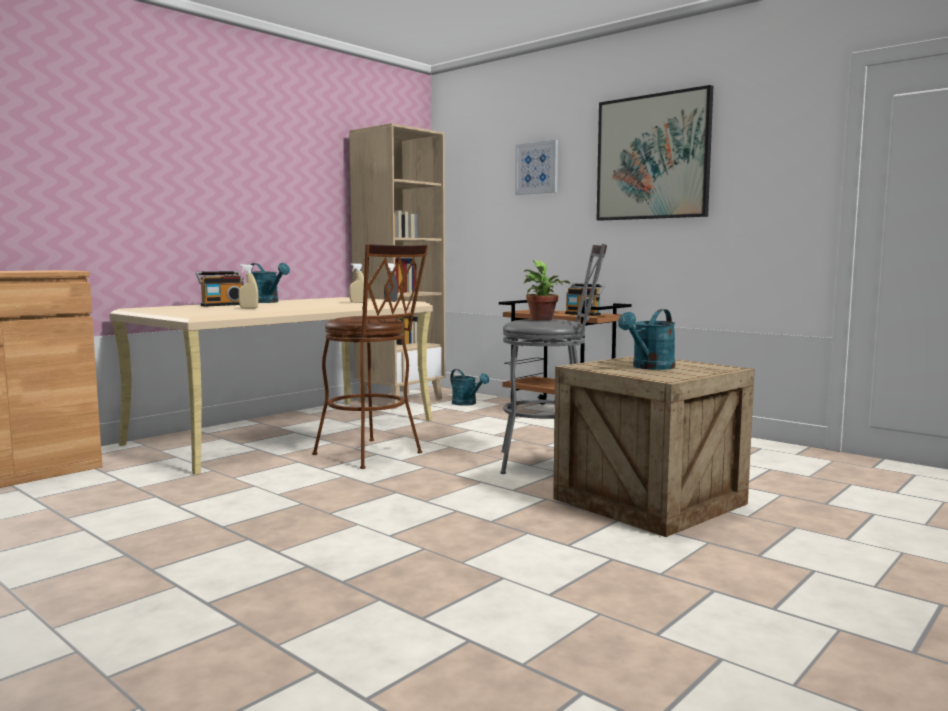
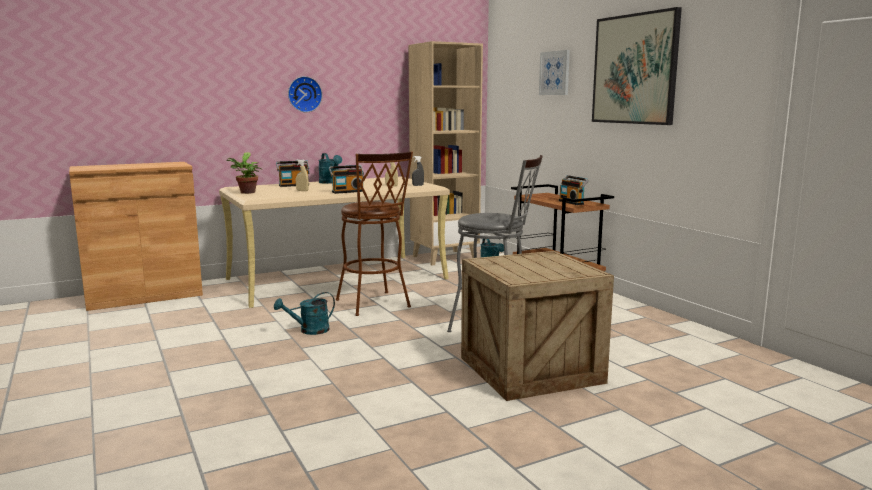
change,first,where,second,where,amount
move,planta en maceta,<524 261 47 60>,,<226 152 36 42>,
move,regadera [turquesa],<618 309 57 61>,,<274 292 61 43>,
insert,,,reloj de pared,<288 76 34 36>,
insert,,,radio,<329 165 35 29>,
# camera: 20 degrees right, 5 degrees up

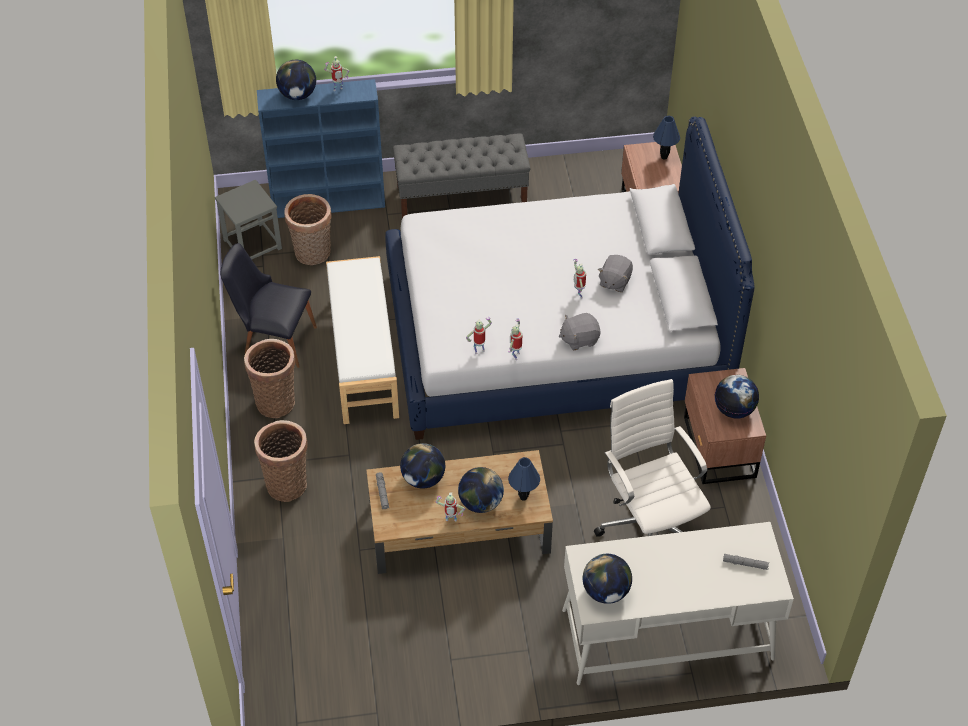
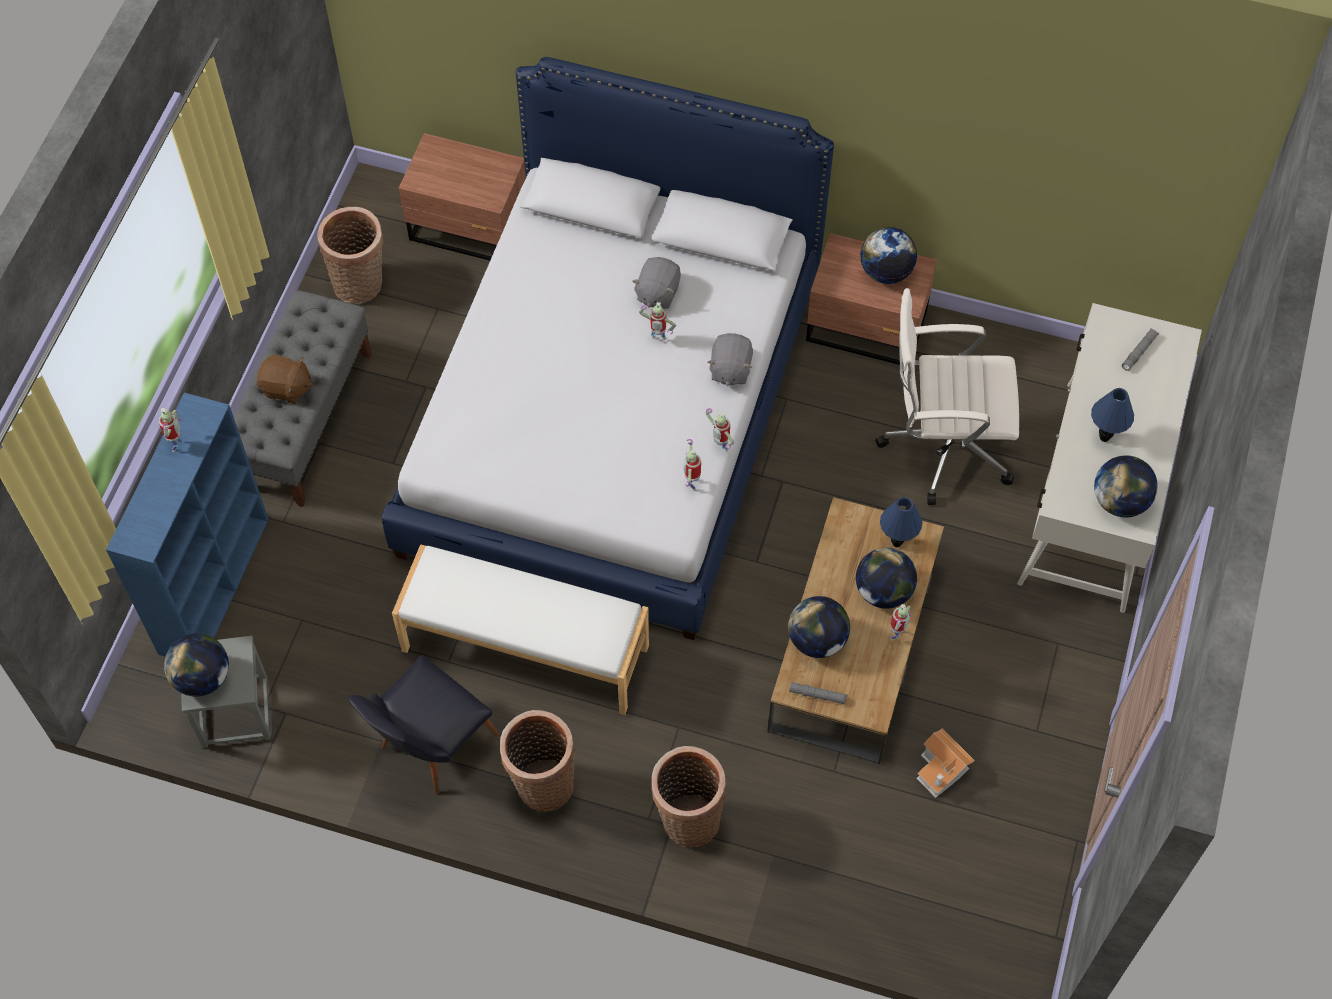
change,first,where,second,where,amount
move,globo terráqueo,<276 60 40 40>,,<164 633 65 64>,
move,lámpara de mesa [azul],<653 116 27 43>,,<1091 388 43 54>,
move,cesta,<284 194 47 71>,,<317 207 66 97>,
rotate,peluche [gris],<598 255 35 37>,,<632 257 49 52>,60 degrees clockwise
insert,,,peluche [marrón],<257 355 56 49>,
insert,,,casita,<916 728 59 70>,
# camera: 65 degrees left, 10 degrees up

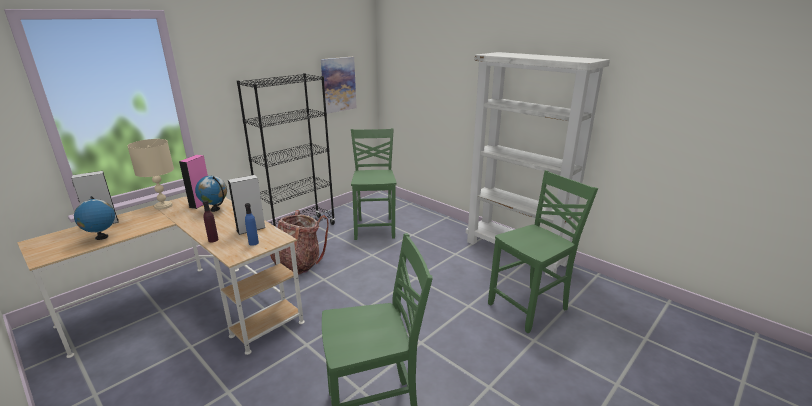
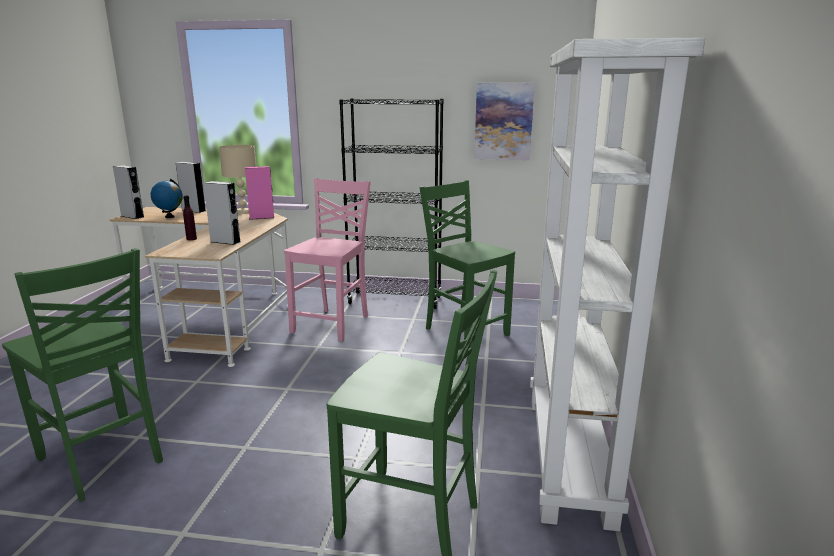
change,first,where,second,where,amount
rotate,silla [verde],<351 128 46 112>,,<419 180 96 168>,90 degrees counterclockwise
delete,globo terráqueo,<195 176 32 36>,,,
delete,botella [azul],<245 203 14 43>,,,
replace,mochila,<270 210 59 65>,silla [rosa],<284 178 87 164>,
insert,,,altavoz [gris],<113 165 31 54>,
# camera: 55 degrees right, 5 degrees down

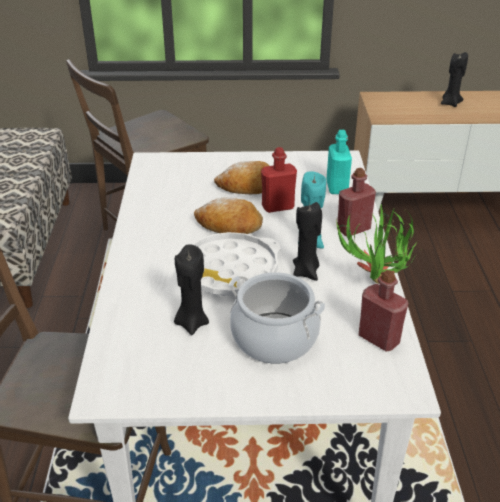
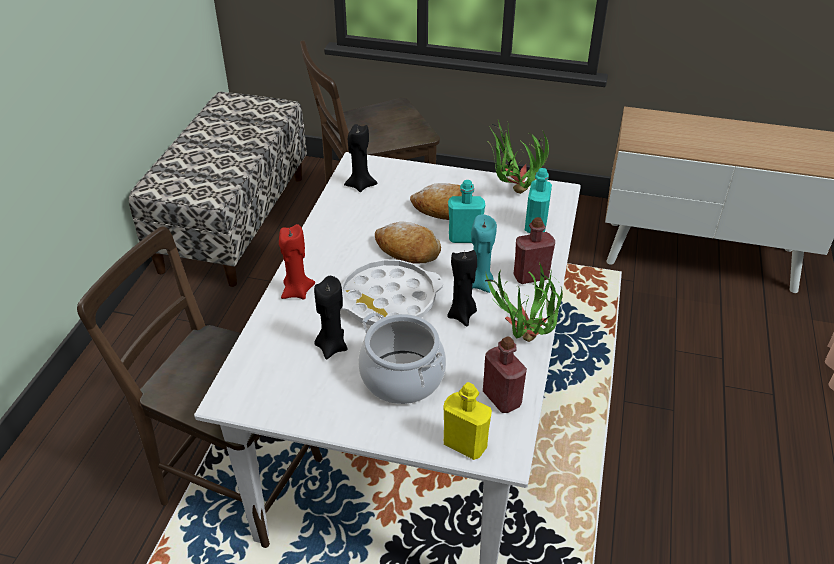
change,first,where,second,where,amount
move,vela [negro],<441 52 27 55>,,<344 124 33 68>,
recolor,botella [rojo],<261 147 36 66>,botella [turquesa],<448 180 37 63>,
insert,,,planta en maceta,<487 120 62 74>,
insert,,,vela [rojo],<279 224 36 75>,
insert,,,botella [amarillo],<444 382 48 78>,
# camera: 15 degrees right, 5 degrees up

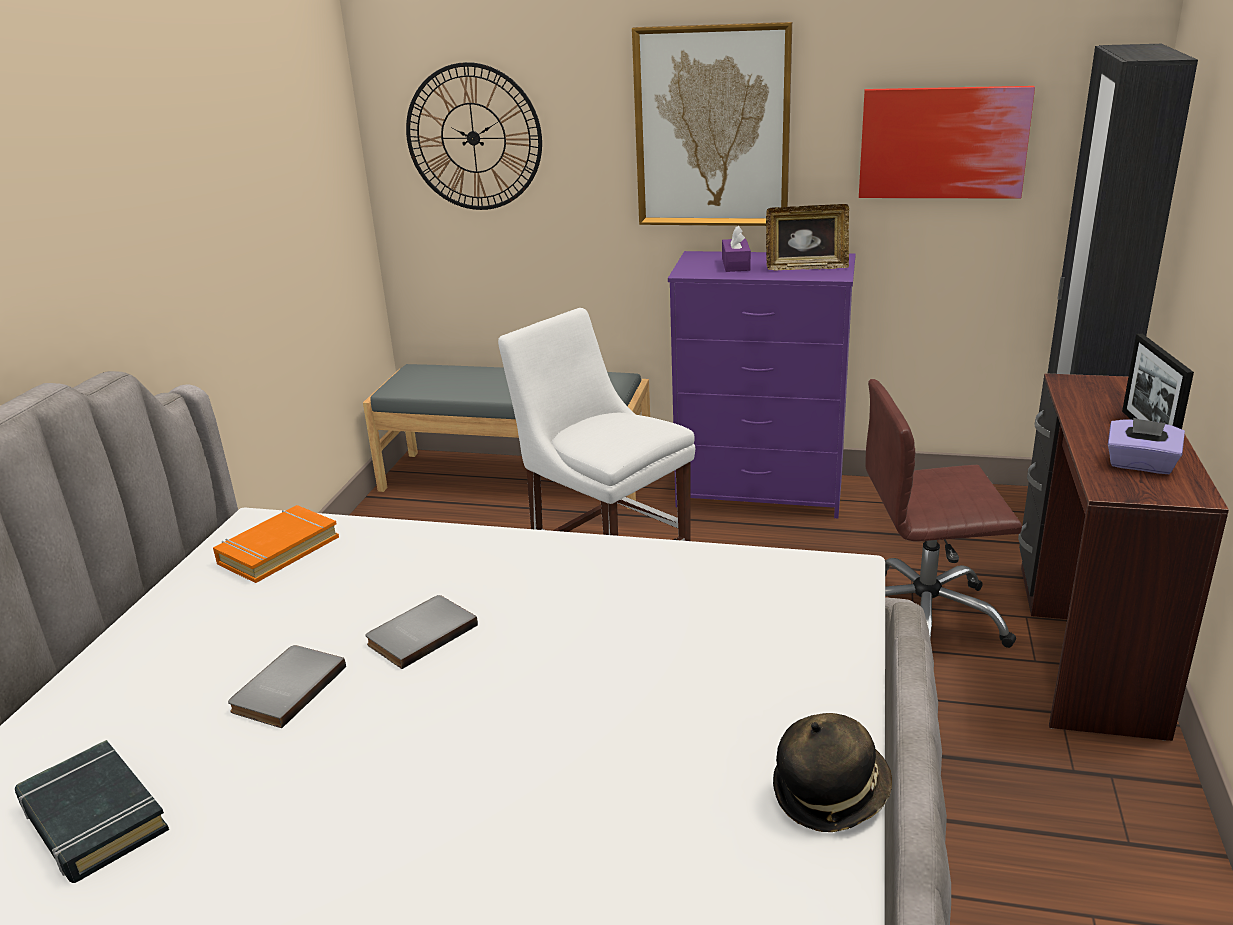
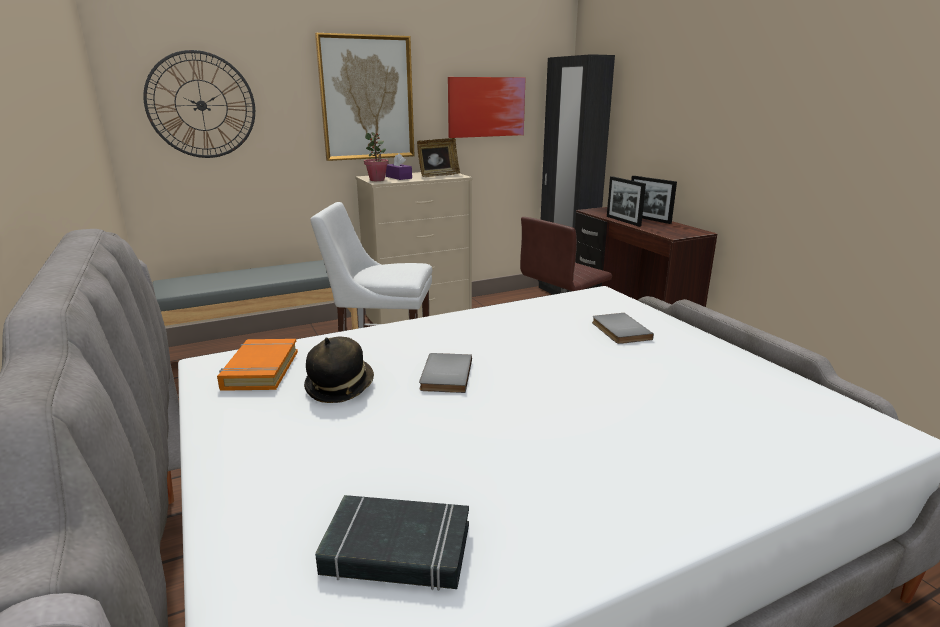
change,first,where,second,where,amount
recolor,cómoda [morado],<668 251 188 267>,cómoda [beis],<355 172 118 152>,
delete,caja de pañuelos [morado],<1108 418 77 56>,,,
move,libro [gris],<228 645 118 83>,,<592 313 62 31>,
move,sombrero,<773 713 119 119>,,<304 336 70 67>,
insert,,,planta en maceta,<364 132 25 49>,
insert,,,portarretratos,<607 176 39 51>,
# camera: 40 degrees left, 5 degrees down

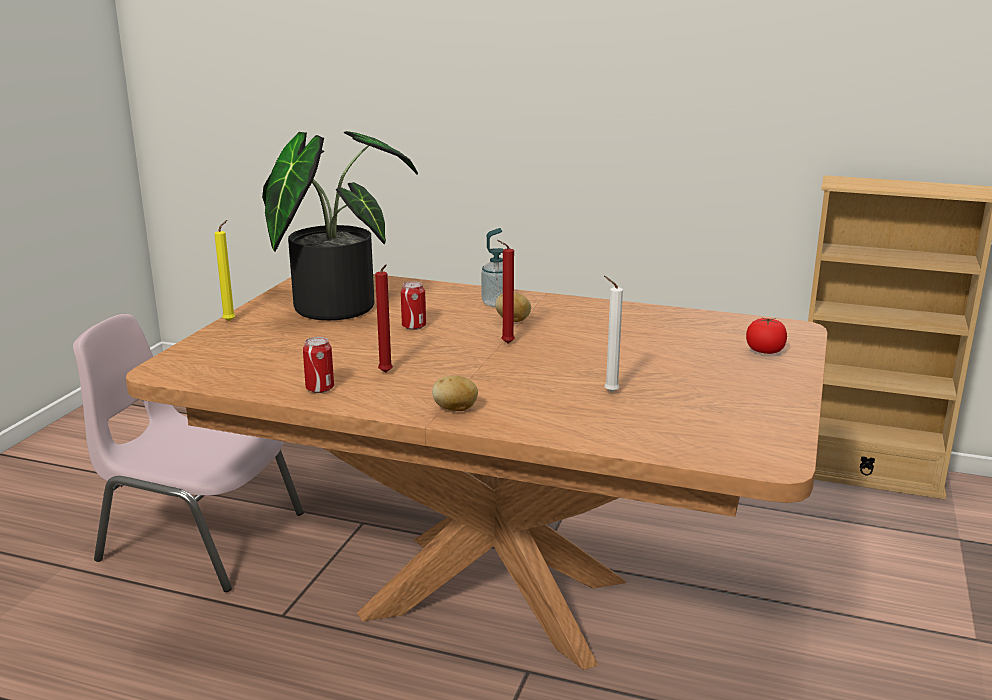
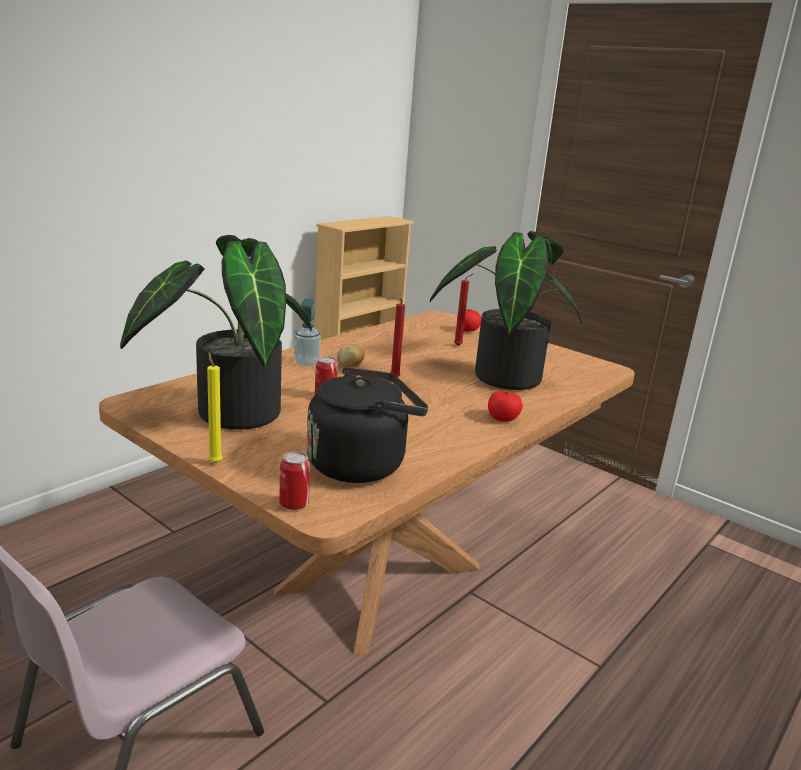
change,first,where,second,where,amount
move,vela [rojo],<375 264 18 109>,,<454 274 19 72>,
replace,vela [blanco],<604 276 19 117>,planta en maceta,<430 231 152 159>,
move,lata,<303 337 31 56>,,<279 452 31 58>,
replace,patata,<432 376 46 35>,tomate,<488 391 35 31>,
insert,,,hervidor [negro],<306 367 122 116>,
# camera: 70 degrees left, 0 degrees up

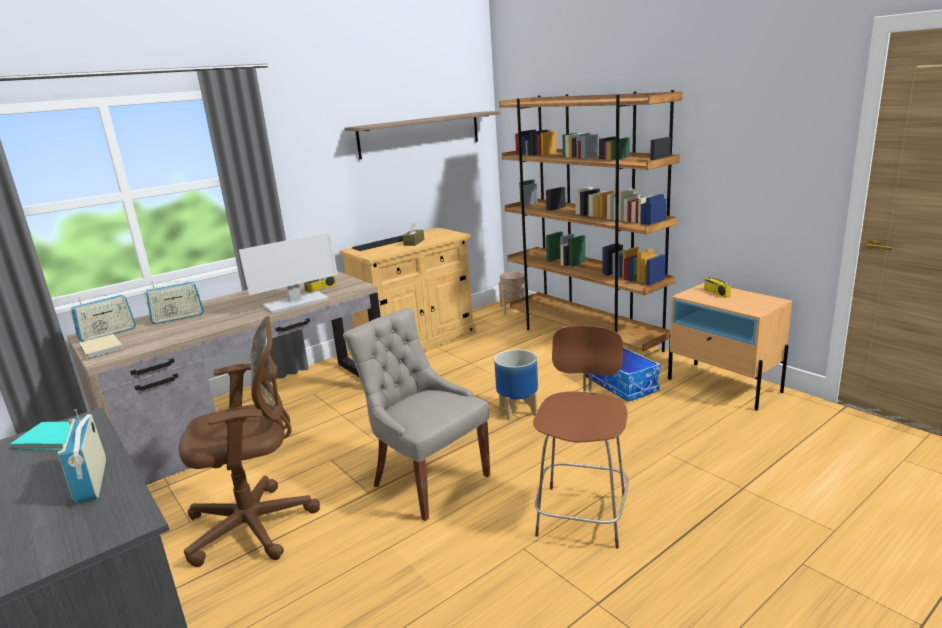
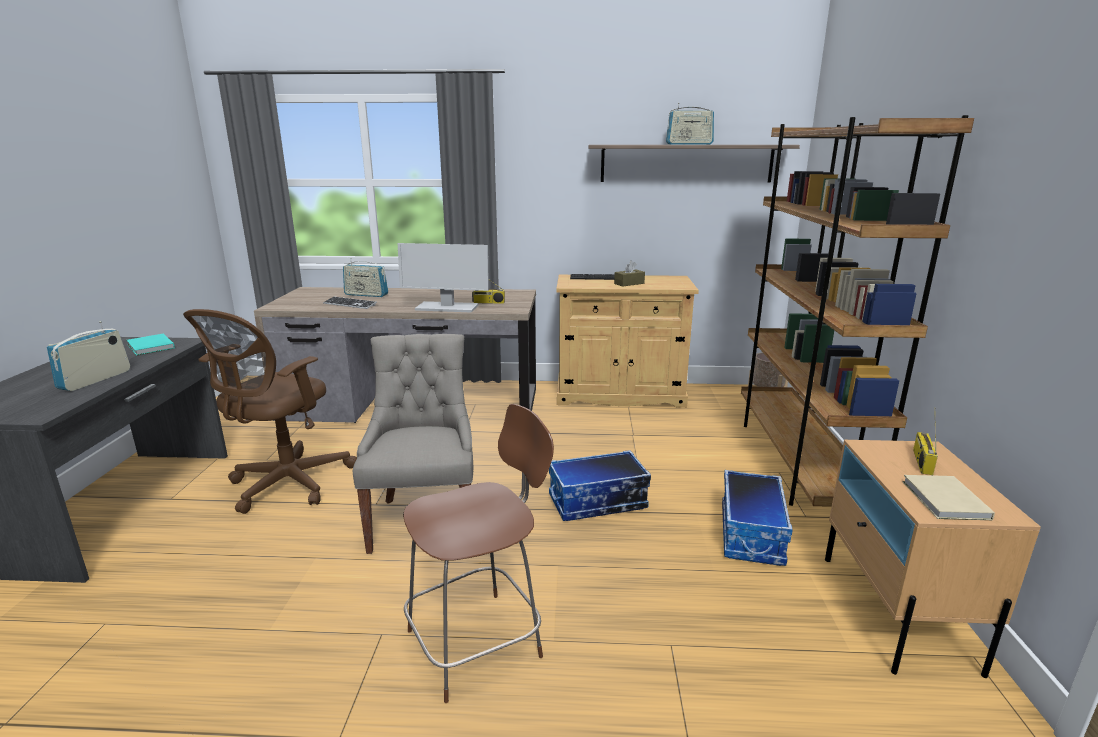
change,first,where,second,where,amount
move,radio,<70 294 66 48>,,<666 103 48 41>,
rotate,silla de oficina [marrón],<179 316 141 251>,,<183 309 174 205>,90 degrees clockwise
move,libro [beis],<79 334 44 25>,,<903 475 92 45>,
replace,maceta,<494 349 44 71>,caja de almacenaje,<549 450 102 71>,
insert,,,teclado,<323 297 54 12>,
# camera: 40 degrees right, 0 degrees up

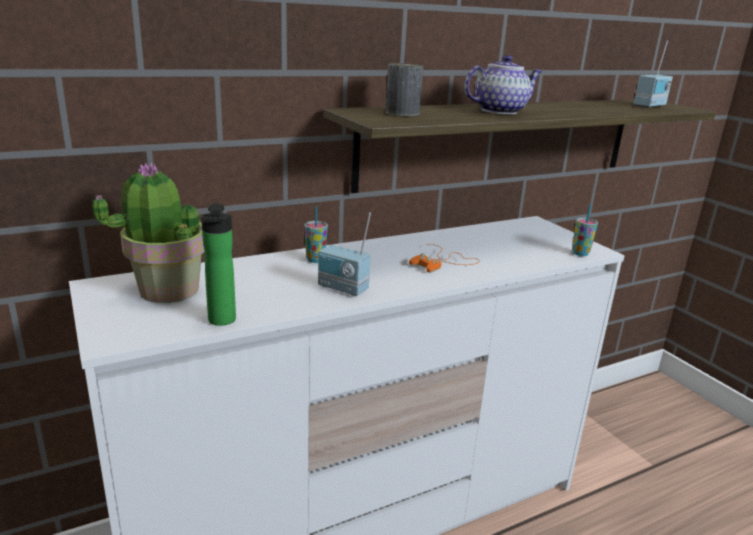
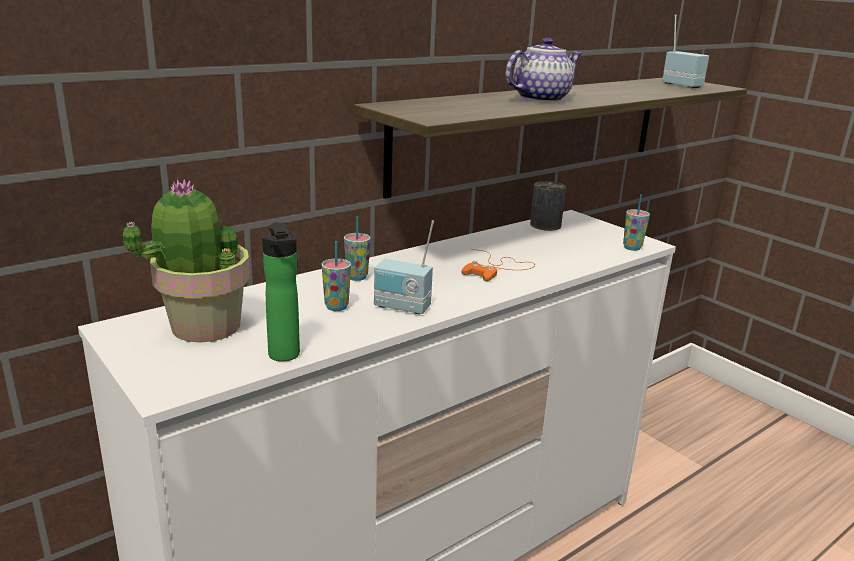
change,first,where,second,where,amount
rotate,radio,<634 40 39 68>,,<662 14 47 74>,75 degrees counterclockwise
move,lata,<385 63 38 53>,,<530 181 36 50>,
insert,,,taza,<322 241 29 70>,
# camera: 10 degrees left, 0 degrees up

